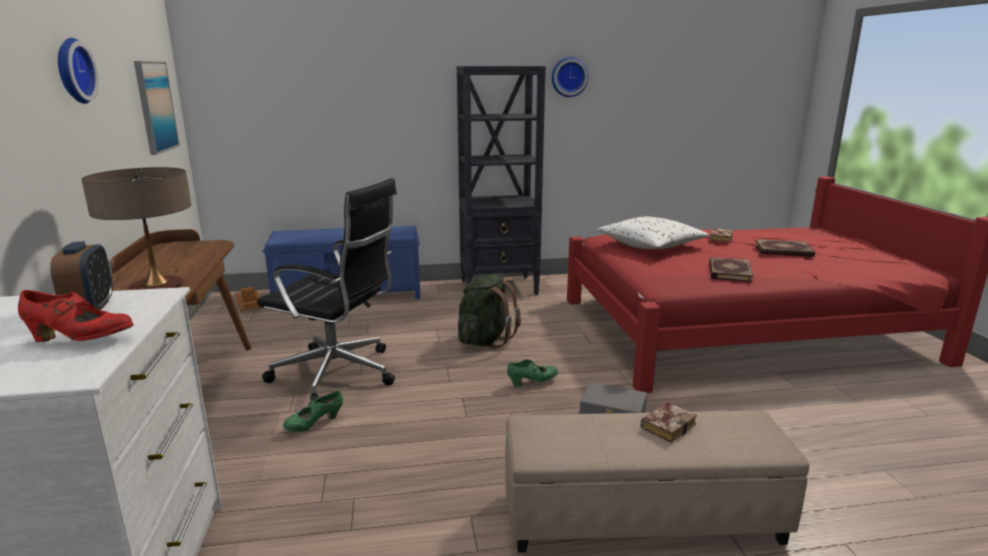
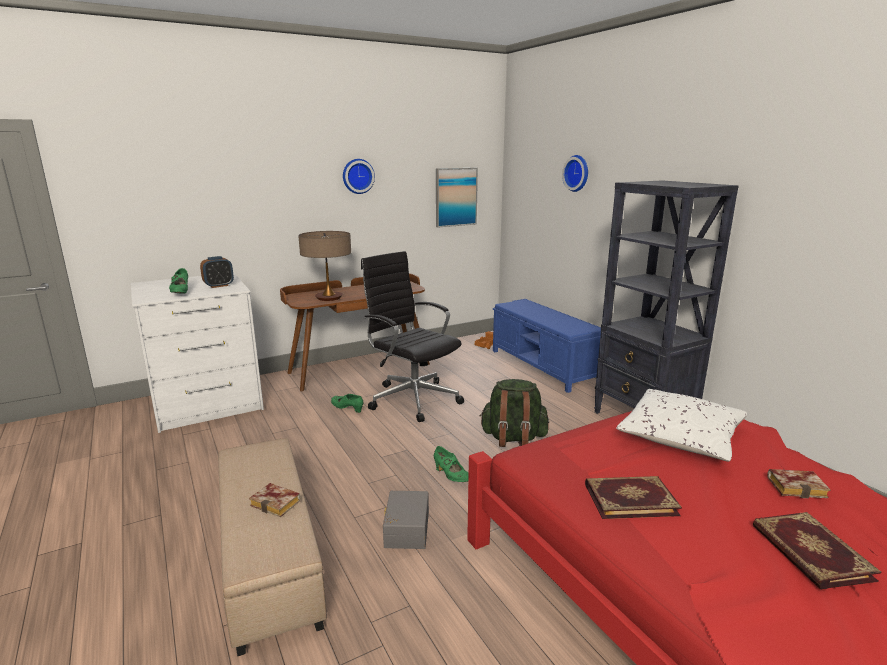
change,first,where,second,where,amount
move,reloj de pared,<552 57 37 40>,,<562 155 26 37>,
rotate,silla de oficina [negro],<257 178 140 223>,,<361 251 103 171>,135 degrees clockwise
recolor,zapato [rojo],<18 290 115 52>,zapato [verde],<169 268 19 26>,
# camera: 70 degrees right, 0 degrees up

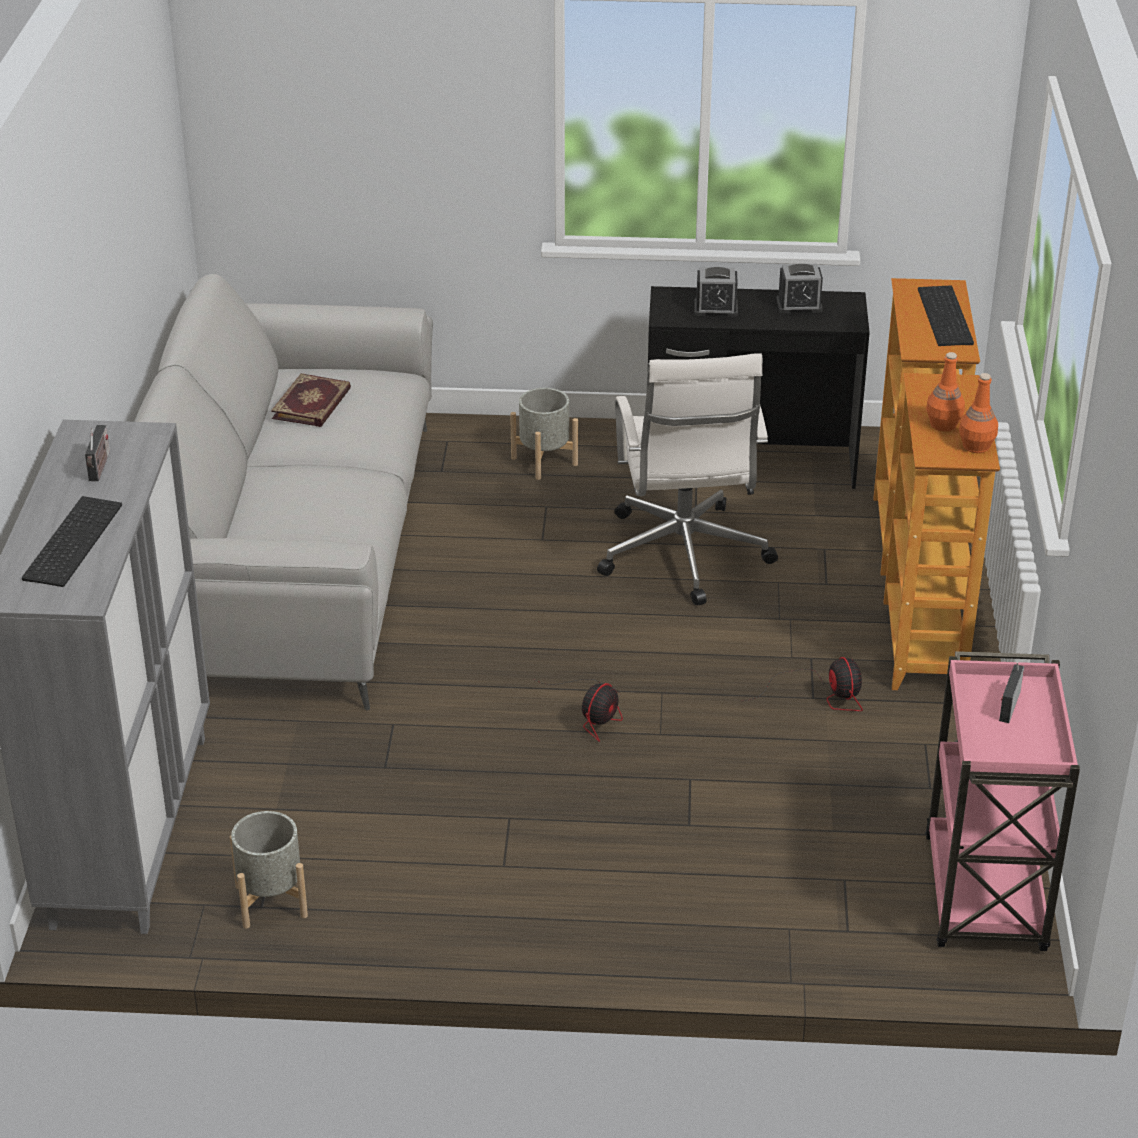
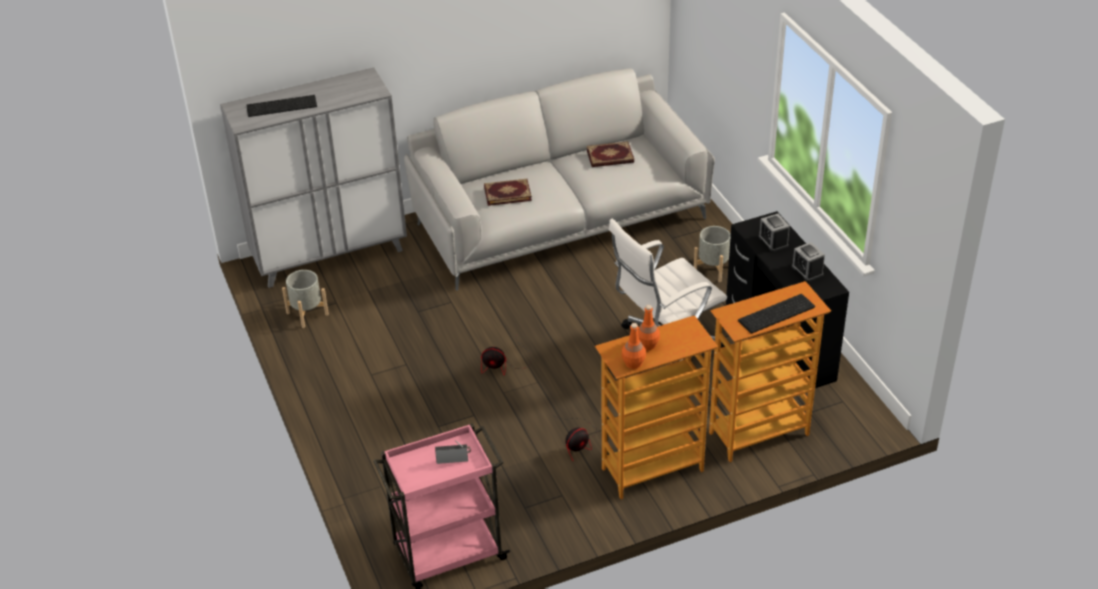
change,first,where,second,where,amount
delete,radio,<85 425 25 56>,,,
insert,,,libro,<484 179 48 27>,
# camera: 65 degrees right, 5 degrees up

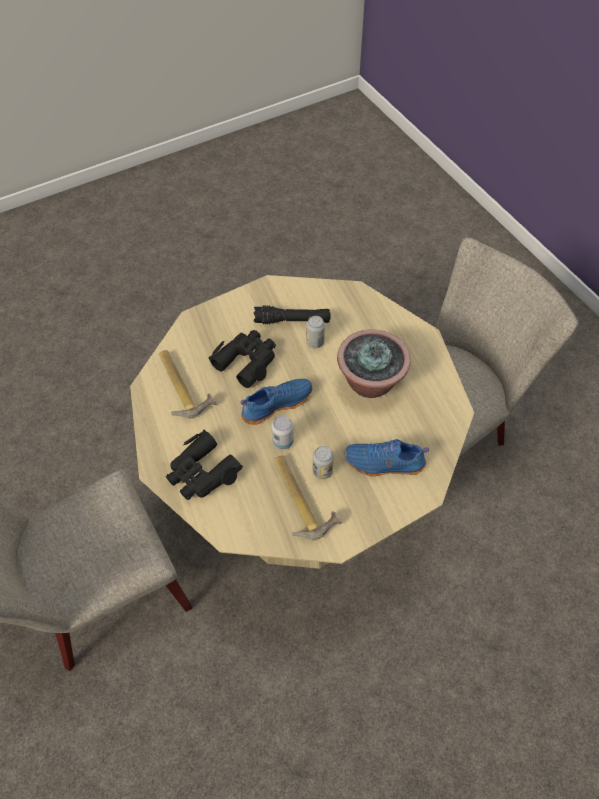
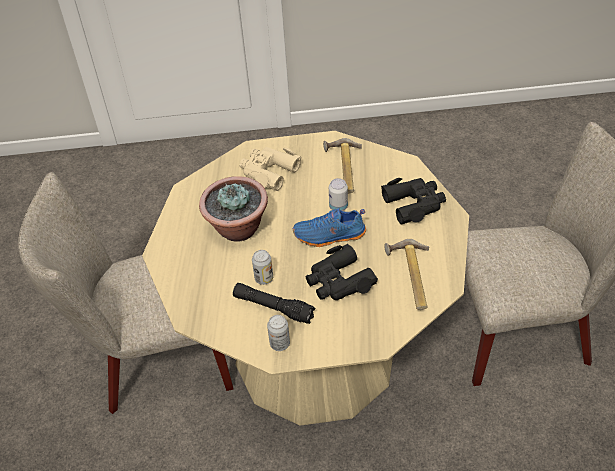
change,first,where,second,where,amount
replace,zapato [azul],<345 439 84 38>,prismáticos [beis],<239 147 62 44>,
move,lata,<313 446 21 33>,,<267 315 23 36>,
# camera: 155 degrees left, 10 degrees down

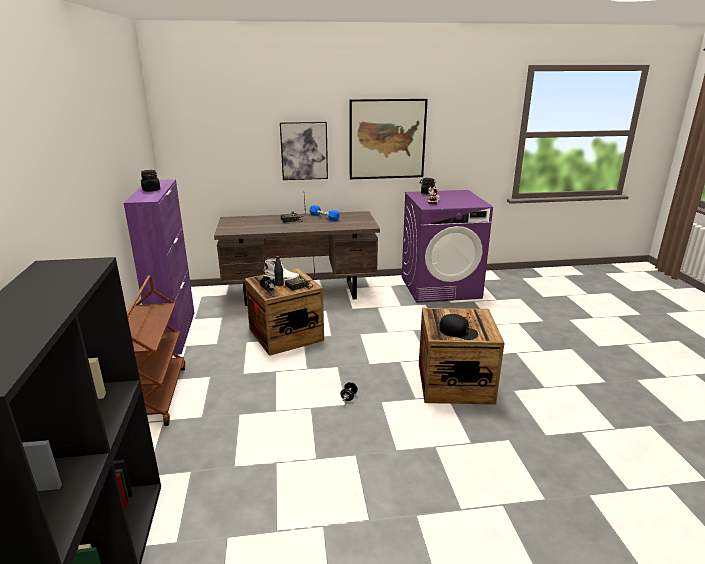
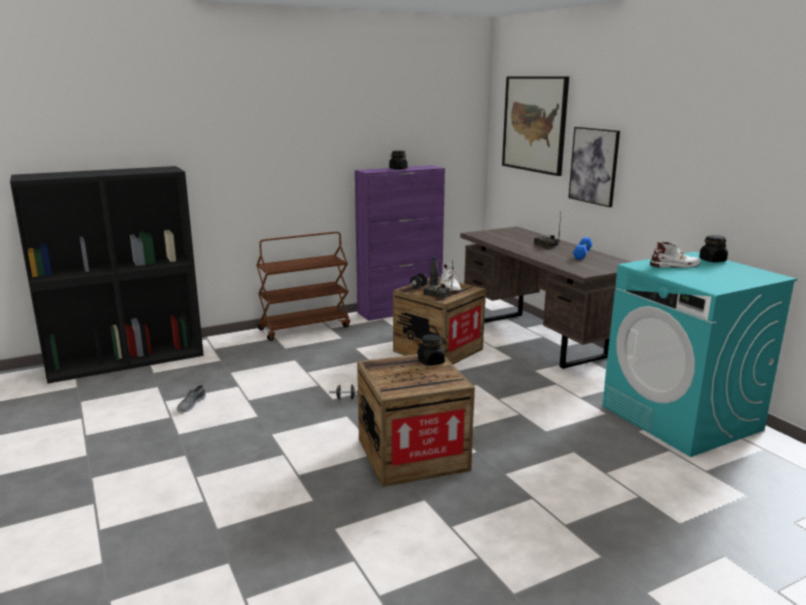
change,first,where,second,where,amount
move,cuadro,<349 99 79 80>,,<502 76 67 100>,
recolor,lavadora [morado],<402 190 91 113>,lavadora [turquesa],<602 252 195 205>,
delete,gorra [negro],<439 314 39 26>,,,
insert,,,tarro [negro],<417 334 29 32>,
insert,,,zapato [gris],<177 385 29 28>,
# camera: 70 degrees right, 5 degrees down

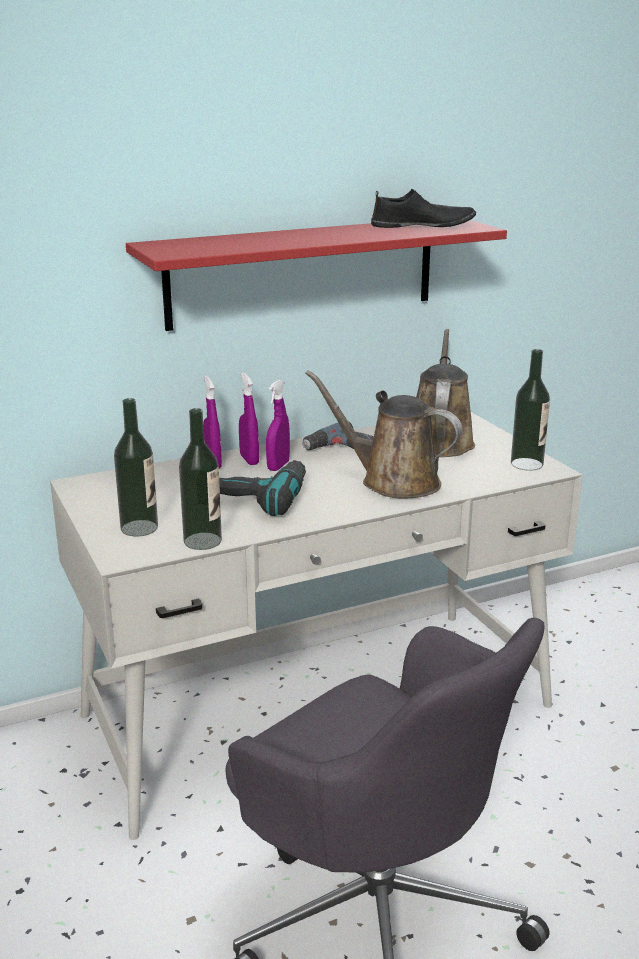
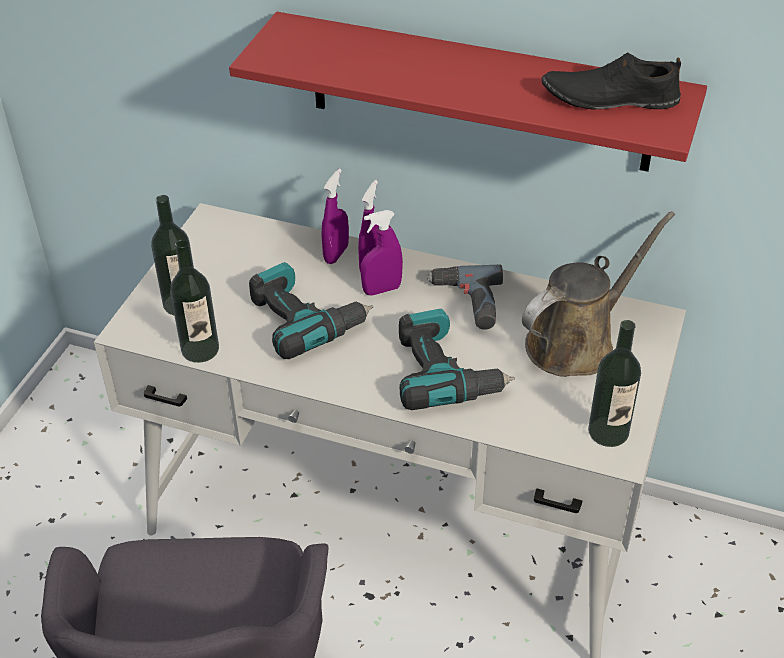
change,first,where,second,where,amount
rotate,zapato [negro],<371 189 105 39>,,<542 53 139 57>,135 degrees clockwise
replace,regadera [marrón],<305 370 158 128>,taladro,<399 309 116 101>,
# camera: 45 degrees right, 20 degrees up

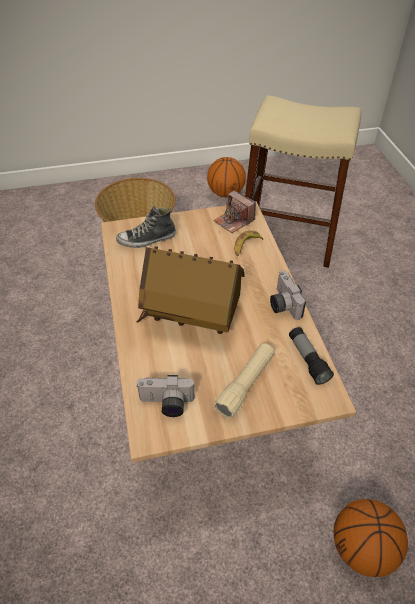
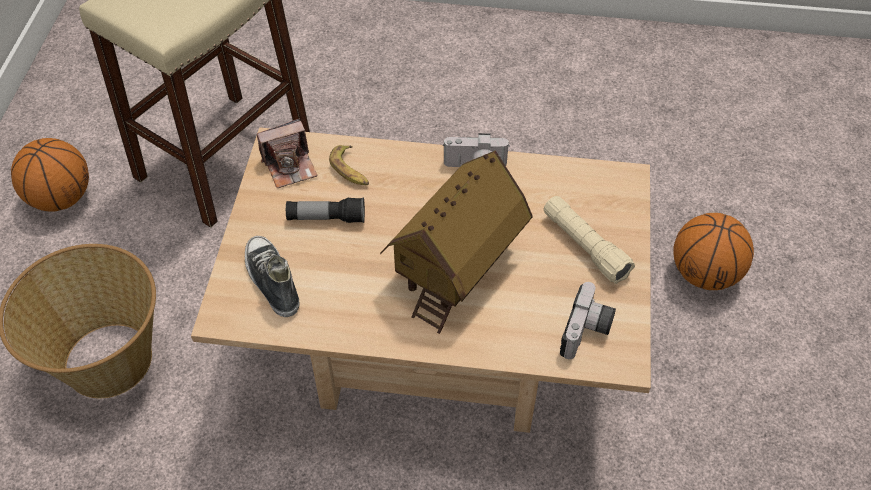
change,first,where,second,where,amount
rotate,zapato,<116 206 60 42>,,<245 236 55 81>,150 degrees clockwise
move,linterna,<289 327 45 58>,,<286 197 79 26>,
# camera: 70 degrees left, 5 degrees up

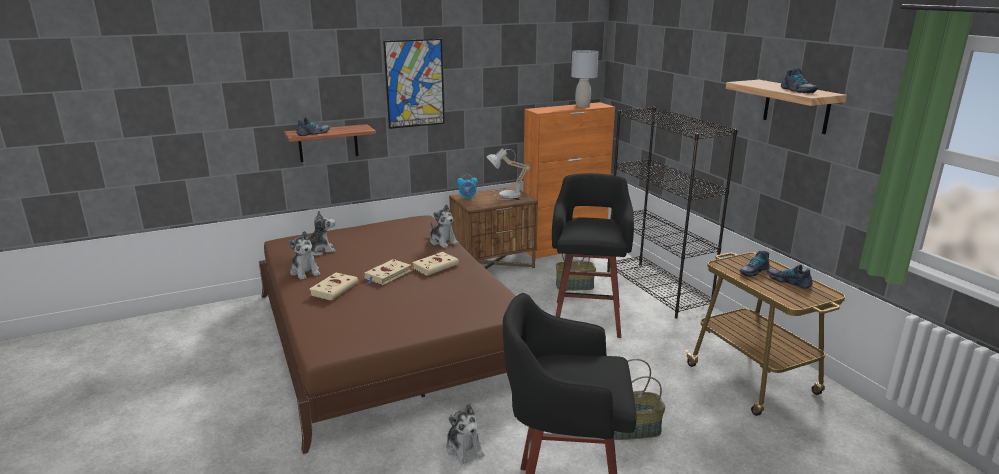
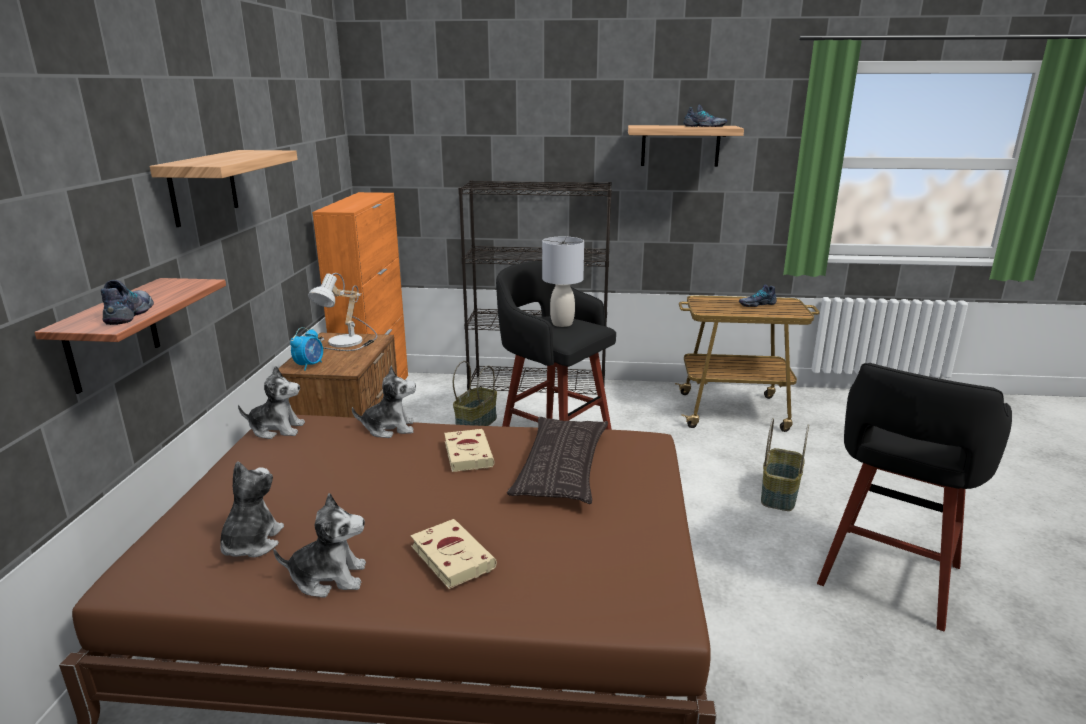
change,first,where,second,where,amount
replace,cuadro,<383 39 62 90>,estante,<150 150 148 77>,
move,lámpara de mesa [gris],<571 50 27 57>,,<542 236 42 91>,
delete,zapato,<739 251 31 26>,,,
delete,libro [beis],<364 259 47 26>,,,
move,peluche,<446 404 39 61>,,<238 366 67 73>,
insert,,,cojín,<507 417 101 87>,
# camera: 60 degrees left, 0 degrees up

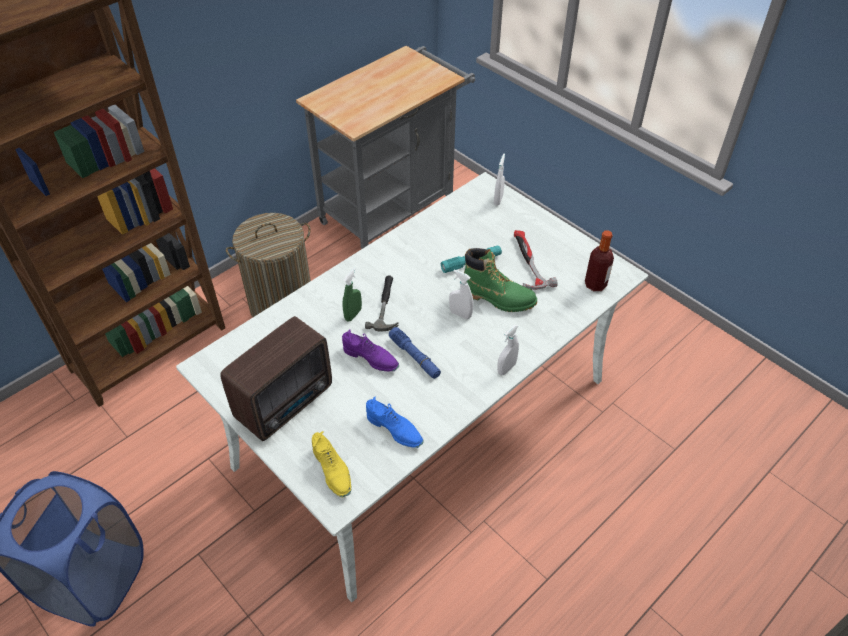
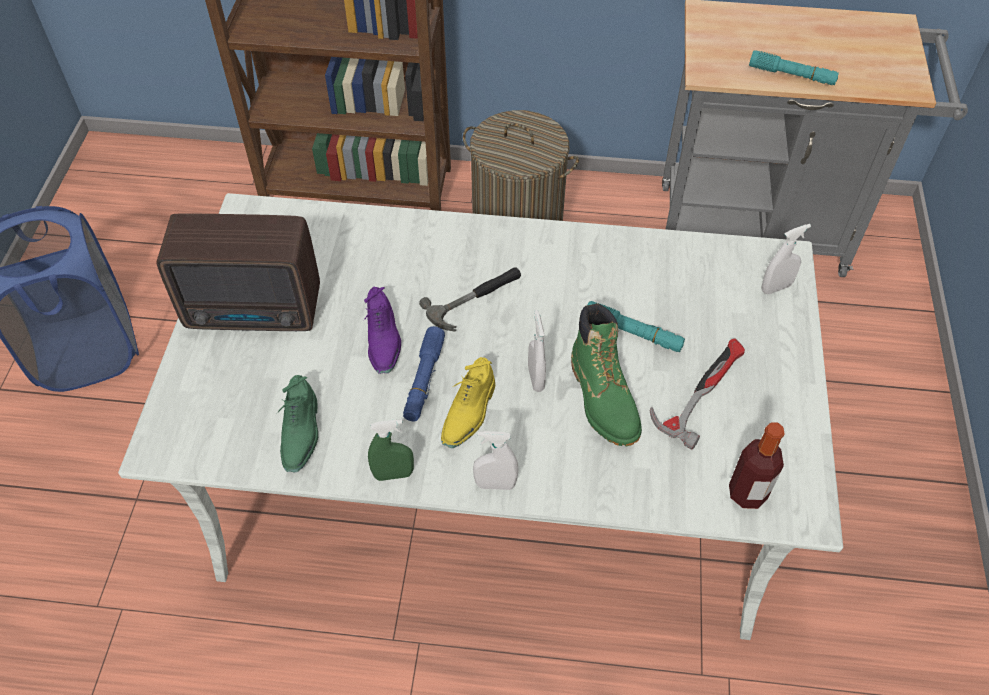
change,first,where,second,where,amount
move,pulverizador [verde],<342 267 20 55>,,<368 419 46 62>,
recolor,zapato [azul],<366 397 58 51>,zapato [verde],<277 375 41 97>,
move,zapato [amarillo],<312 431 39 67>,,<441 357 54 91>,
insert,,,linterna [turquesa],<749 50 90 35>,
# camera: 50 degrees right, 5 degrees up

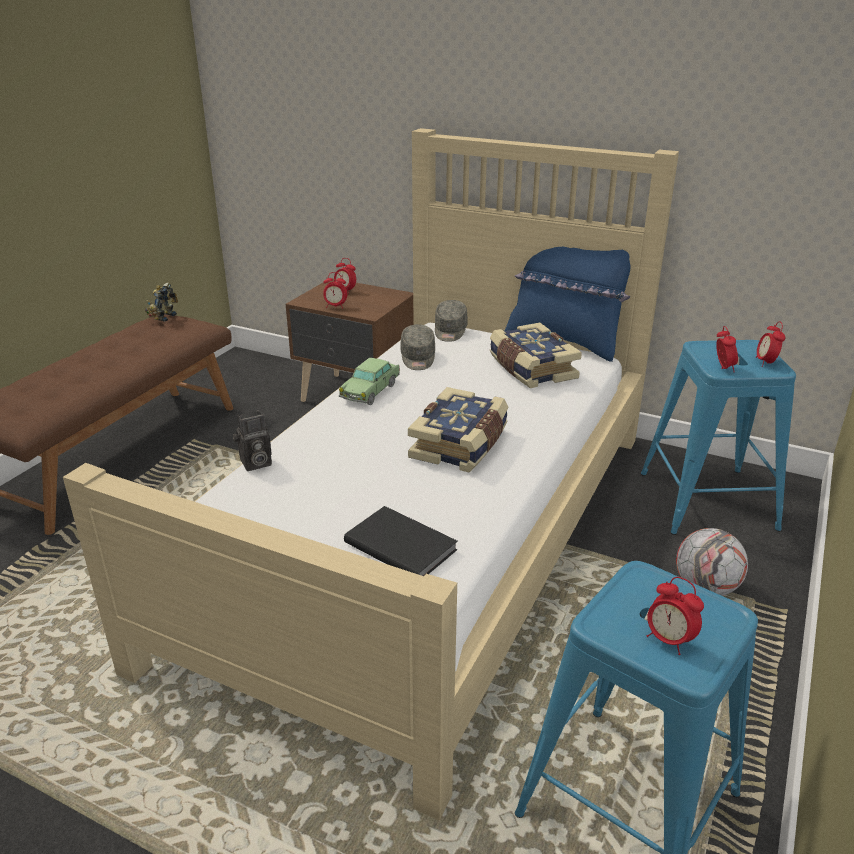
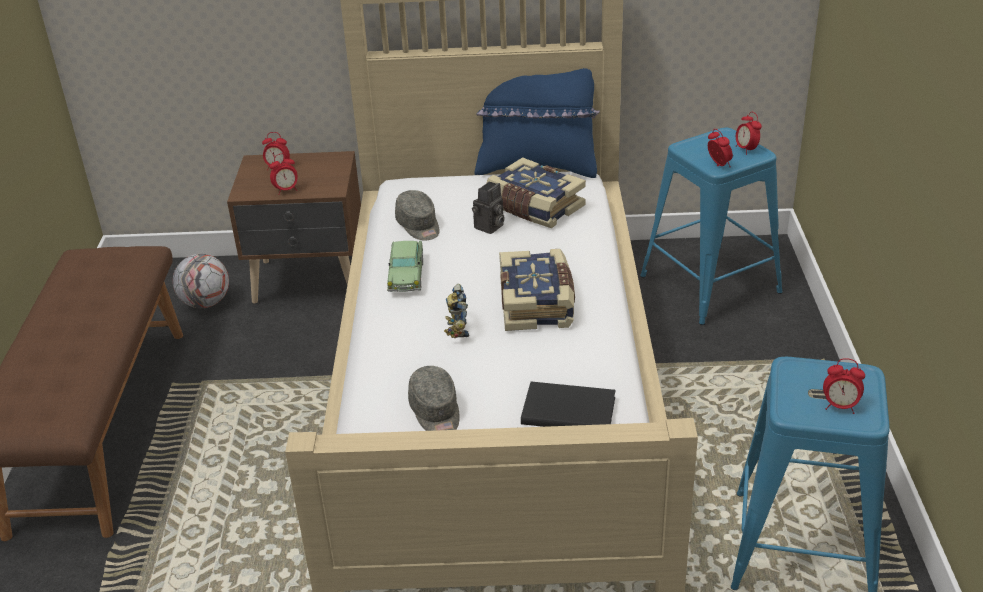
change,first,where,second,where,amount
move,robot de juguete,<145 282 33 40>,,<444 284 25 54>,
move,gorra [gris],<435 300 33 42>,,<408 366 52 65>,
move,cámara,<233 410 39 61>,,<472 181 33 53>,
move,balón de fútbol,<676 528 72 68>,,<173 254 56 54>,
# camera: 25 degrees left, 5 degrees up

